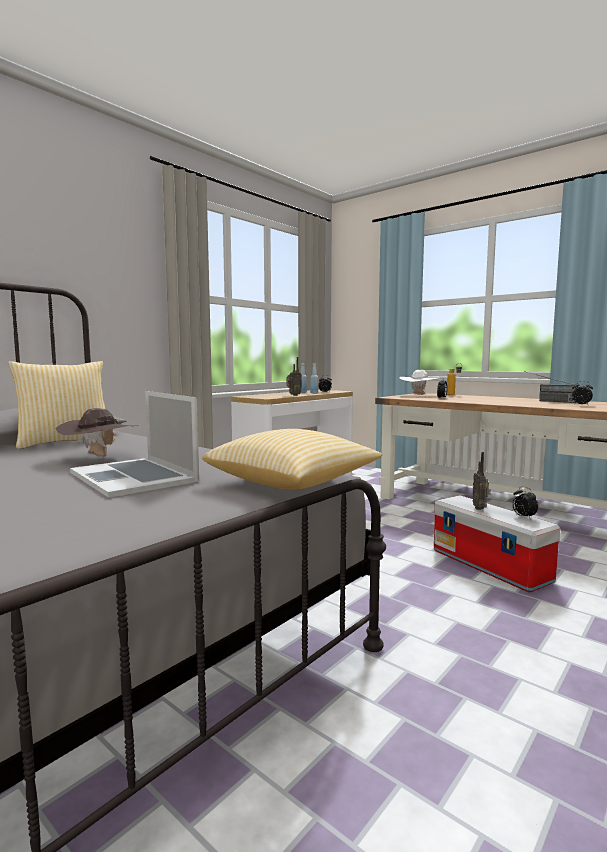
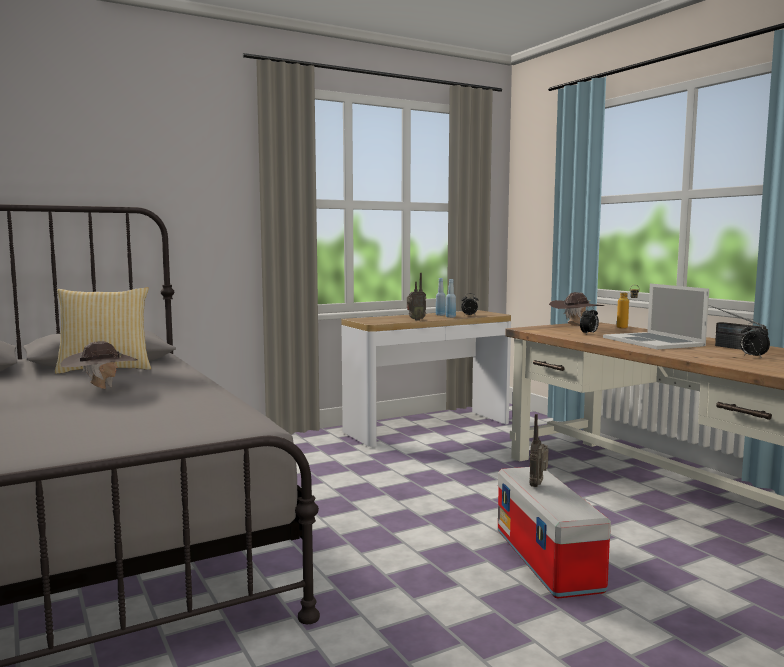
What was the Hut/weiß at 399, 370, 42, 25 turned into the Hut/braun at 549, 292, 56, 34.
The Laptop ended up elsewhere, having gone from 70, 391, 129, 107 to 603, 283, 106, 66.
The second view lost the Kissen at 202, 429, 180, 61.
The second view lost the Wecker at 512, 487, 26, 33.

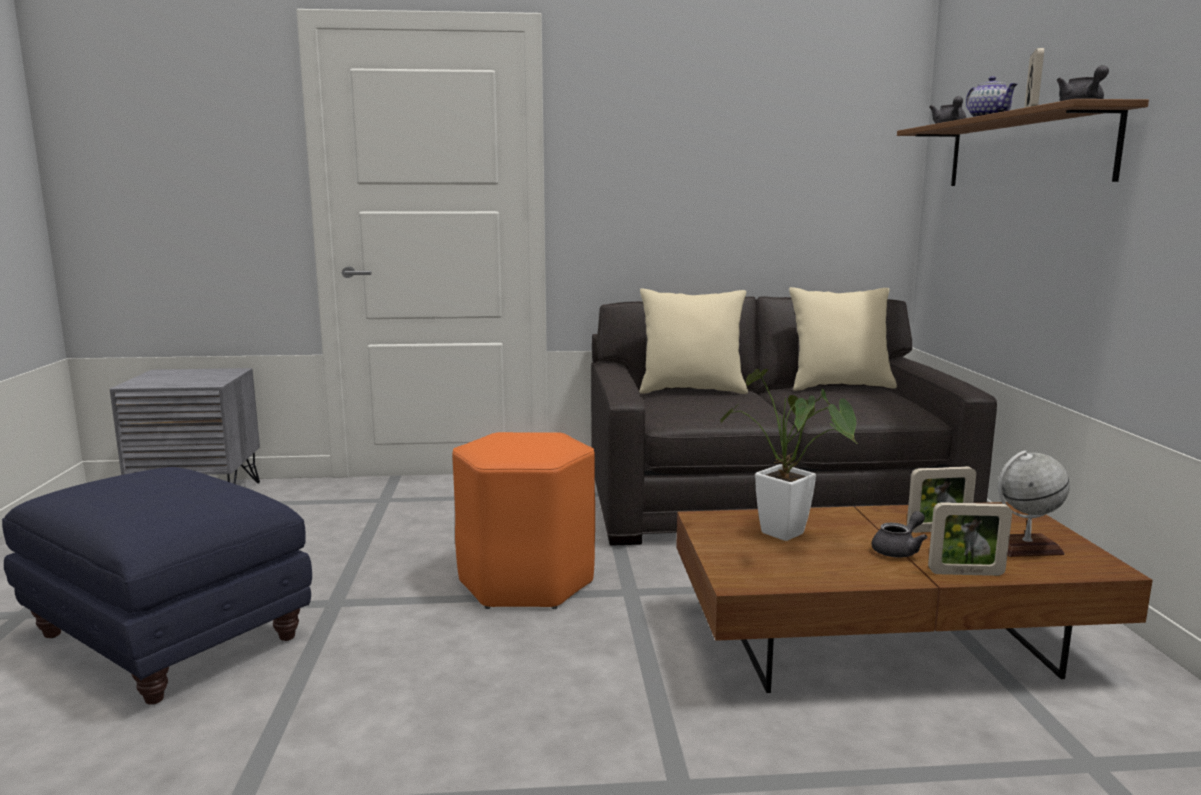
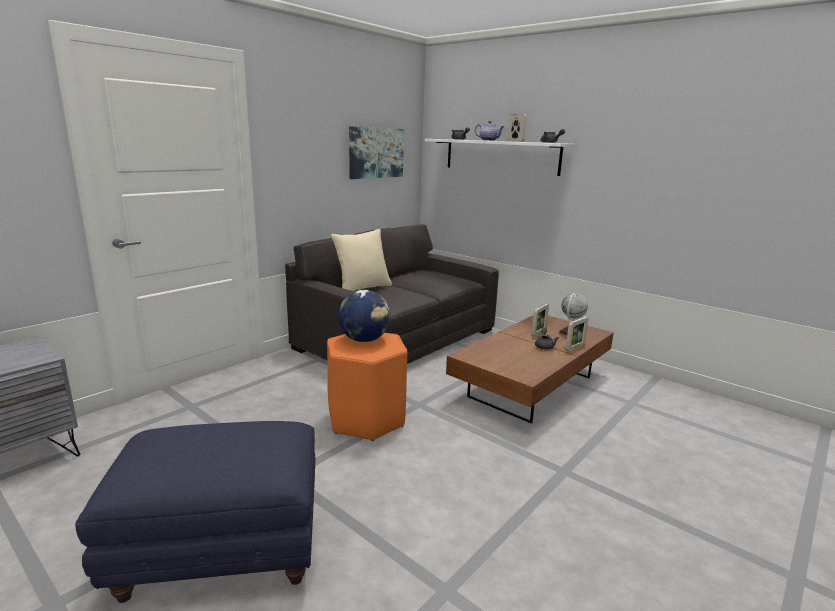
What was the Wandregal/braun at 897, 99, 252, 87 turned into the Wandregal/weiß at 425, 139, 150, 37.
The second view lost the Kissen/beige at 789, 287, 108, 104.
The second view lost the Topfpflanze at 720, 369, 139, 172.
The second view gained the Bild at 349, 127, 55, 52.
The second view gained the Globus at 338, 290, 52, 52.

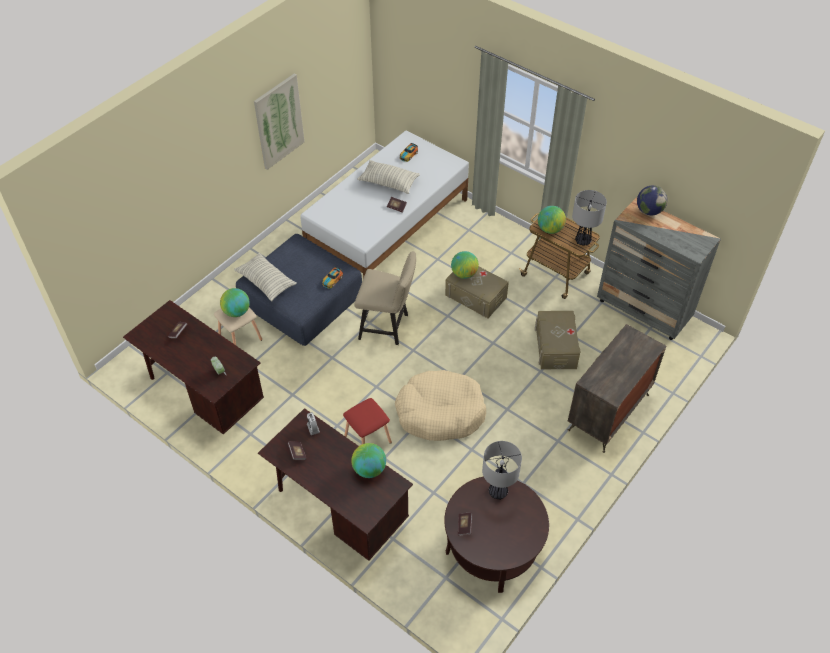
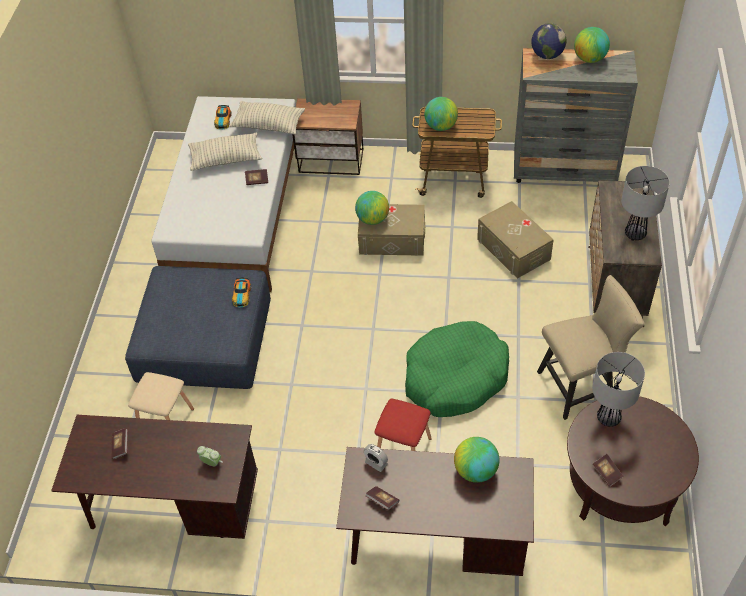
The second view lost the Bild at 254, 74, 51, 96.
The Tischlampe ended up elsewhere, having gone from 572, 190, 35, 55 to 621, 166, 49, 75.
The Stuhl/beige ended up elsewhere, having gone from 354, 251, 62, 94 to 537, 275, 107, 145.
The Kissen ended up elsewhere, having gone from 234, 253, 63, 48 to 229, 101, 76, 34.
The Globus ended up elsewhere, having gone from 220, 288, 30, 29 to 574, 27, 36, 36.
What was the Hundebett/beige at 395, 370, 91, 71 turned into the Hundebett/grün at 405, 321, 104, 96.
The second view gained the Nachttisch at 292, 98, 71, 77.

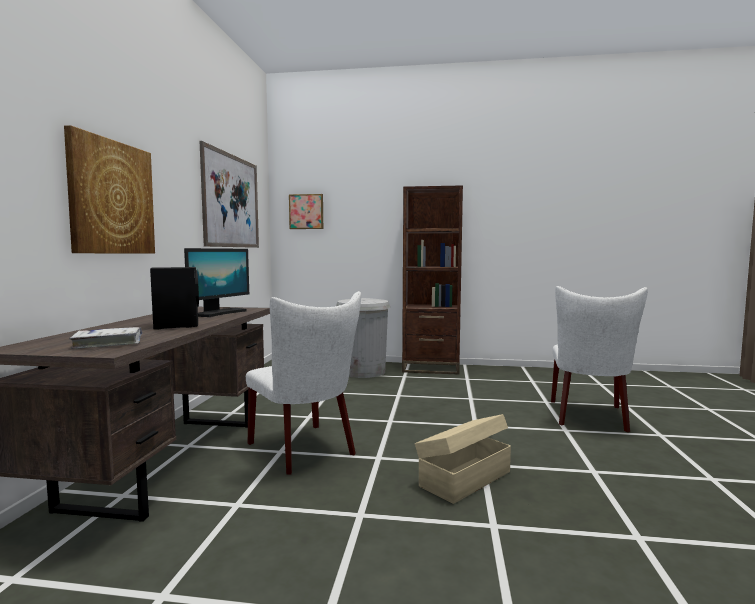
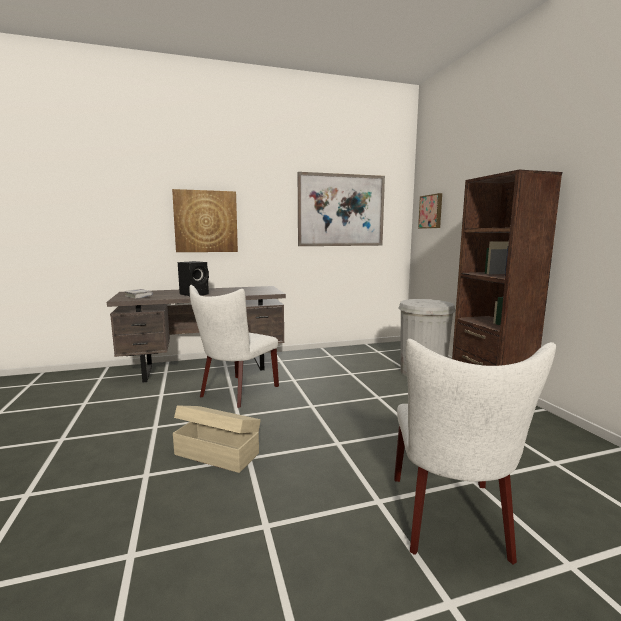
The second view lost the Monitor at 184, 248, 65, 69.
The Stuhl/weiß at 551, 286, 97, 146 ended up facing another way, 75 degrees counterclockwise from before.

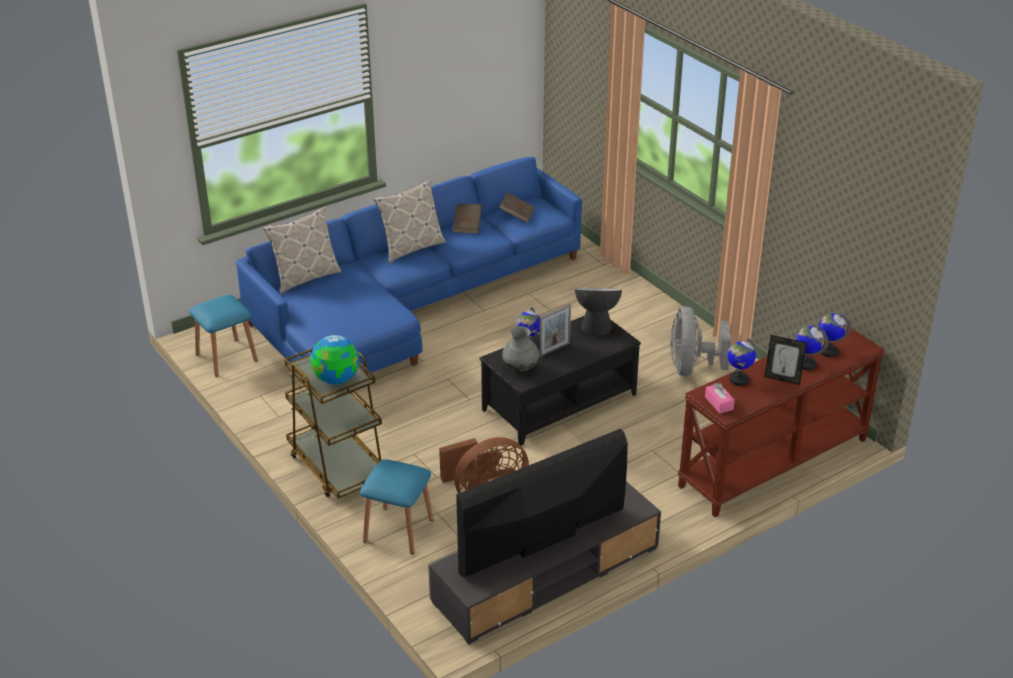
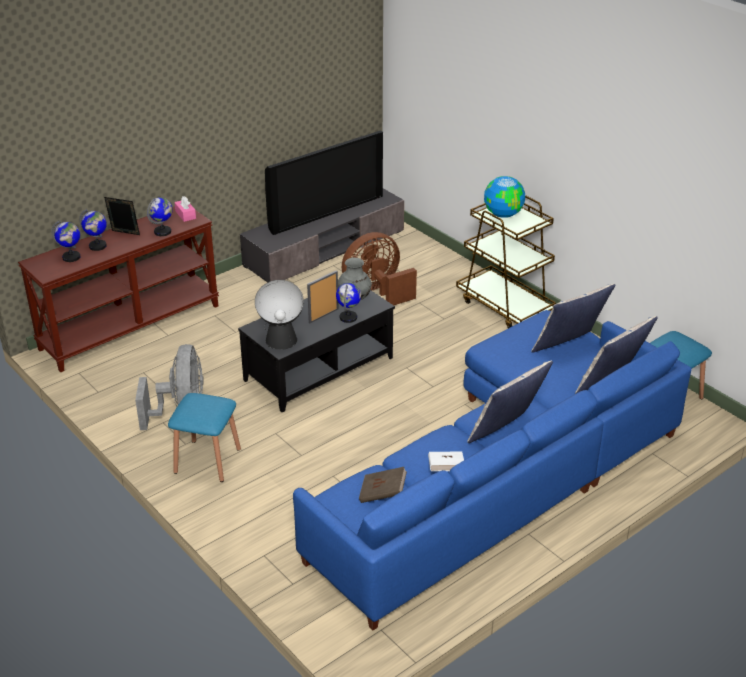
What was the Buch/braun at 453, 203, 29, 31 turned into the Buch/weiß at 428, 452, 36, 19.
The Hocker/blau ended up elsewhere, having gone from 360, 459, 74, 95 to 168, 393, 73, 89.
The second view gained the Kissen at 531, 284, 84, 69.

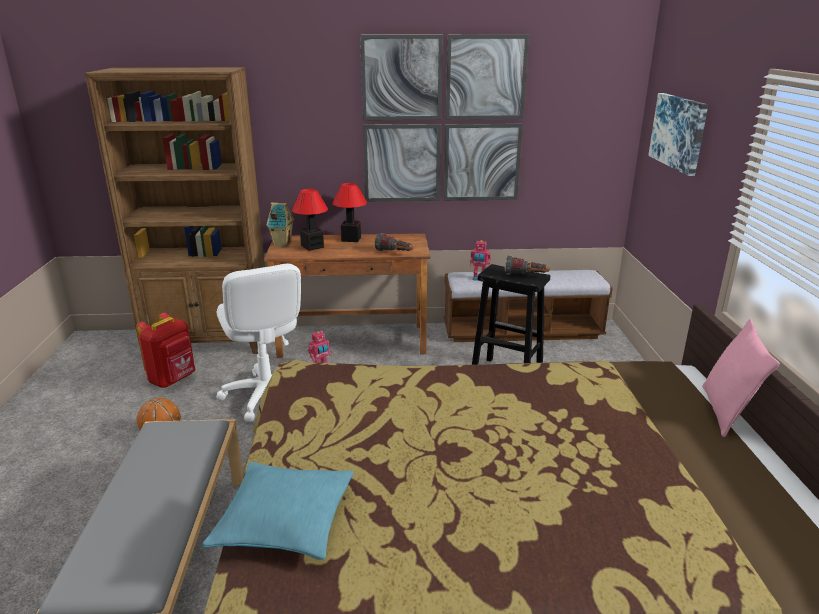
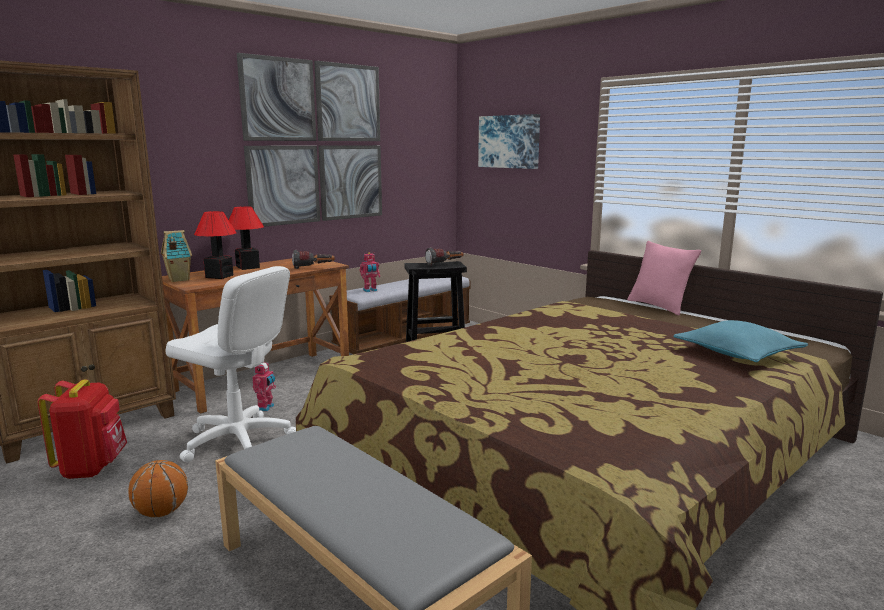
The Kissen/türkis ended up elsewhere, having gone from 202, 462, 152, 98 to 673, 320, 135, 42.

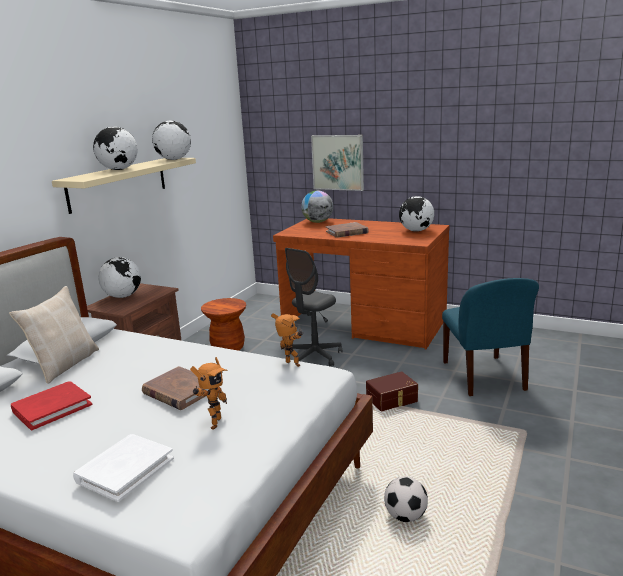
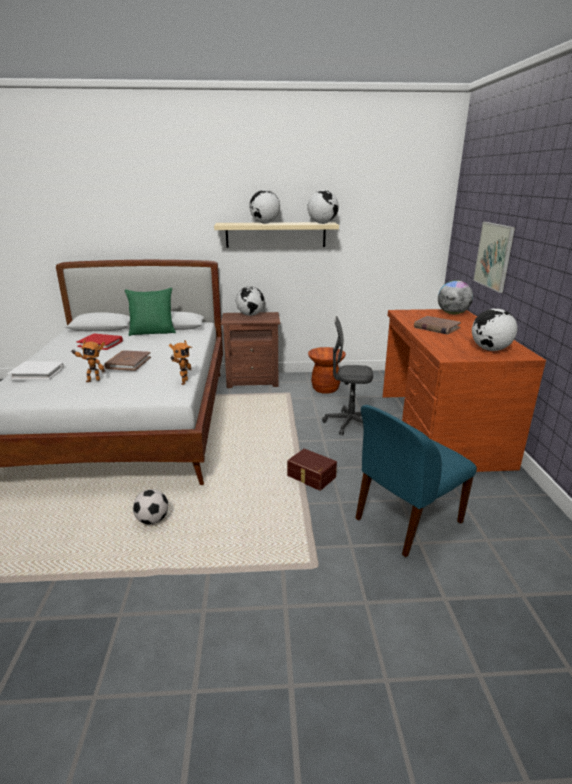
What was the Kissen/beige at 9, 286, 90, 98 turned into the Kissen/grün at 125, 288, 51, 48.

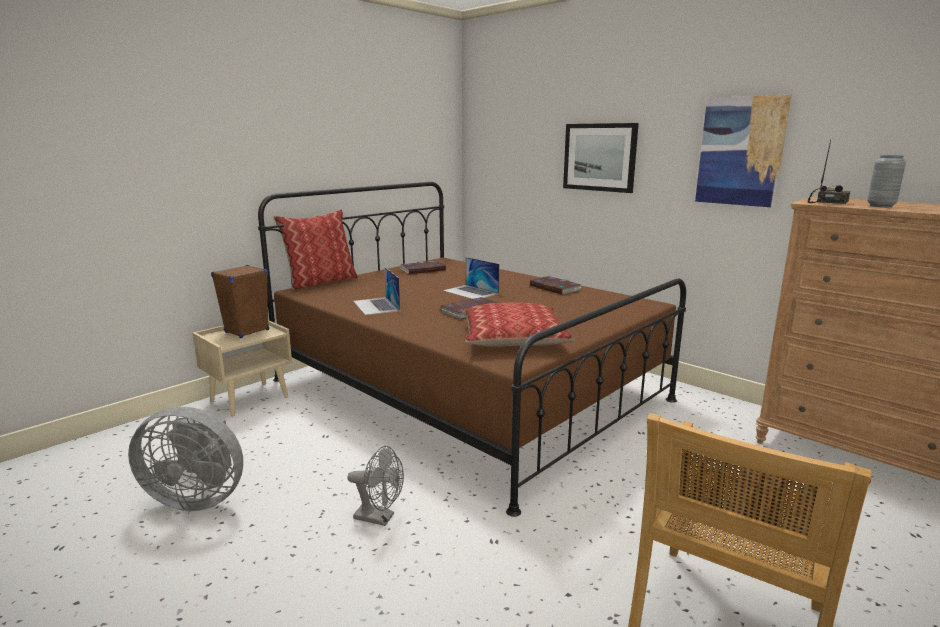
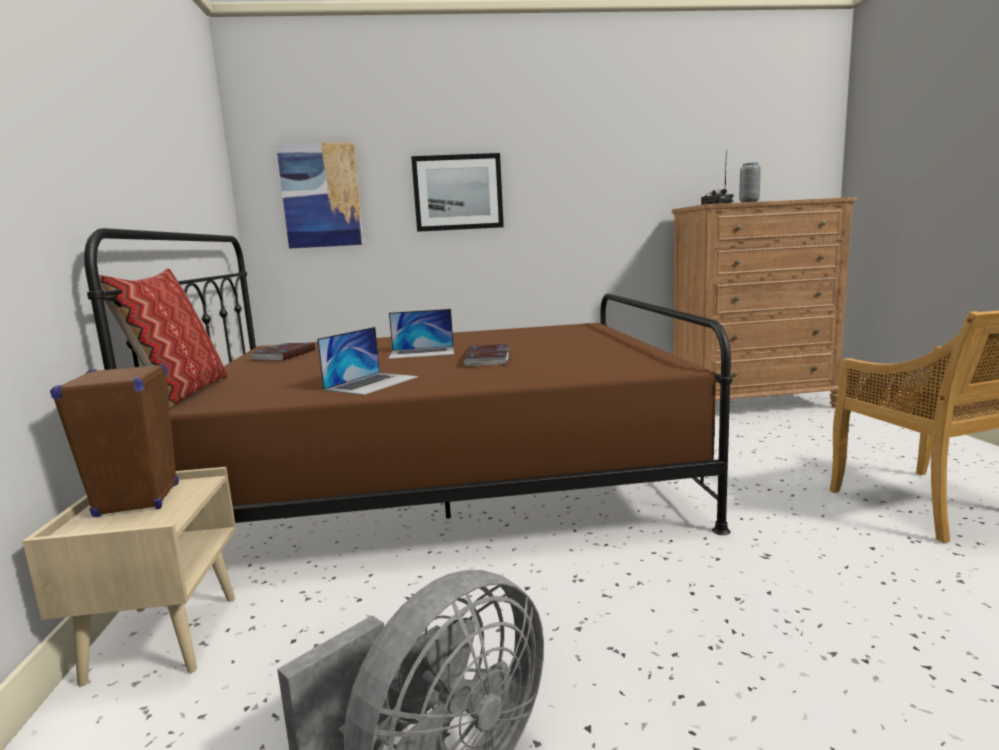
The Bild ended up elsewhere, having gone from 695, 94, 97, 114 to 276, 142, 88, 106.
The Laptop at 353, 268, 48, 47 ended up facing another way, 75 degrees counterclockwise from before.
The second view lost the Buch at 530, 276, 51, 19.
The second view lost the Kissen at 462, 302, 113, 44.
The second view lost the Ventilator/grau at 347, 446, 57, 80.

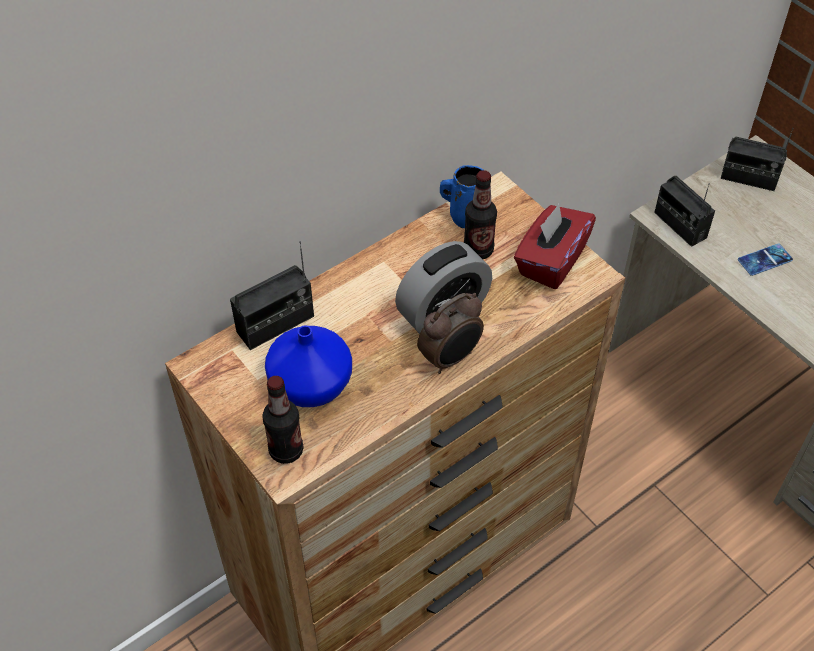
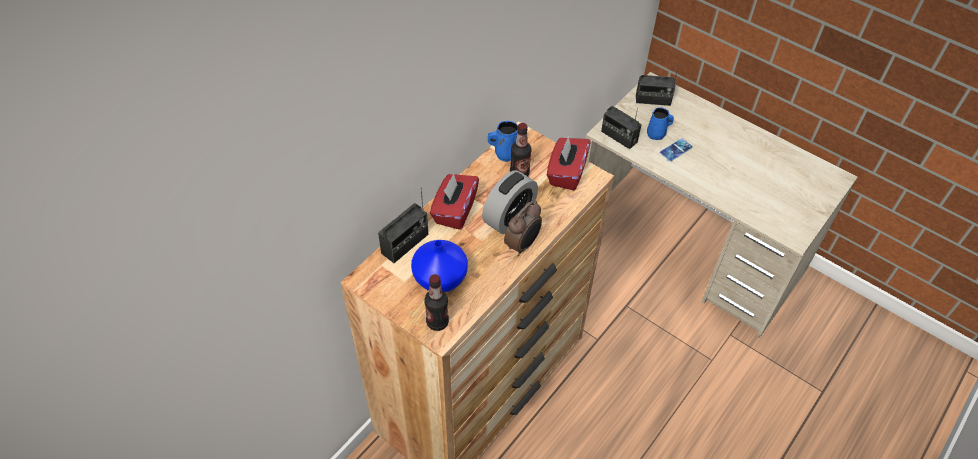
The second view gained the Henkelbecher/blau at 647, 107, 27, 33.
The second view gained the Taschentuchbox/rot at 430, 173, 49, 57.

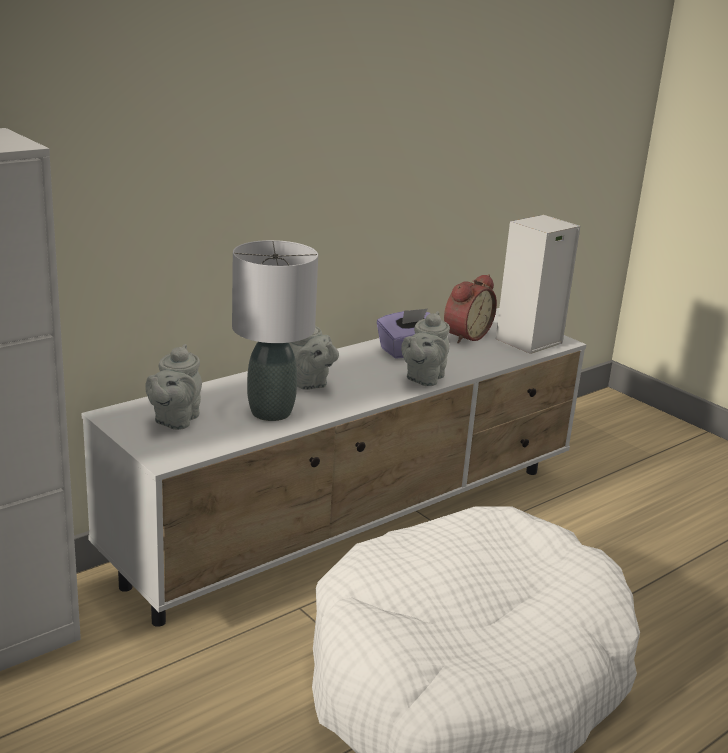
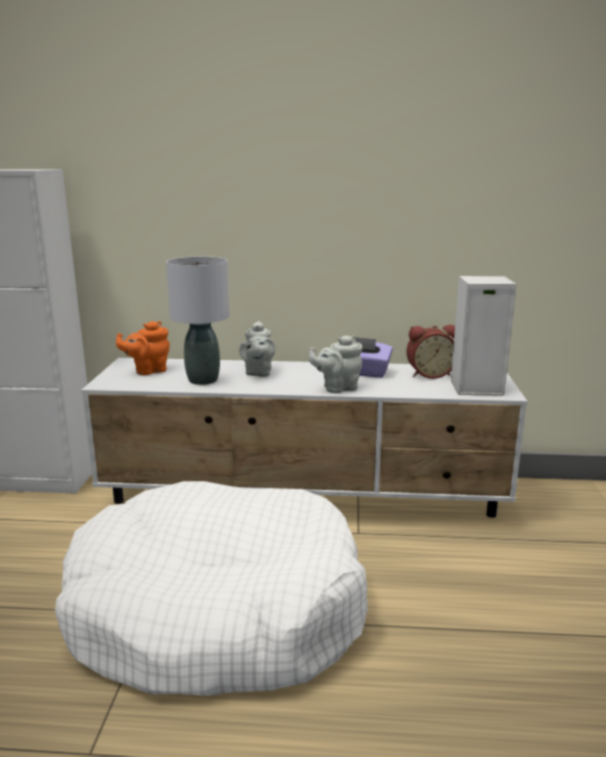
What was the Teekanne/grau at 145, 344, 57, 86 turned into the Teekanne/orange at 116, 321, 54, 54.

